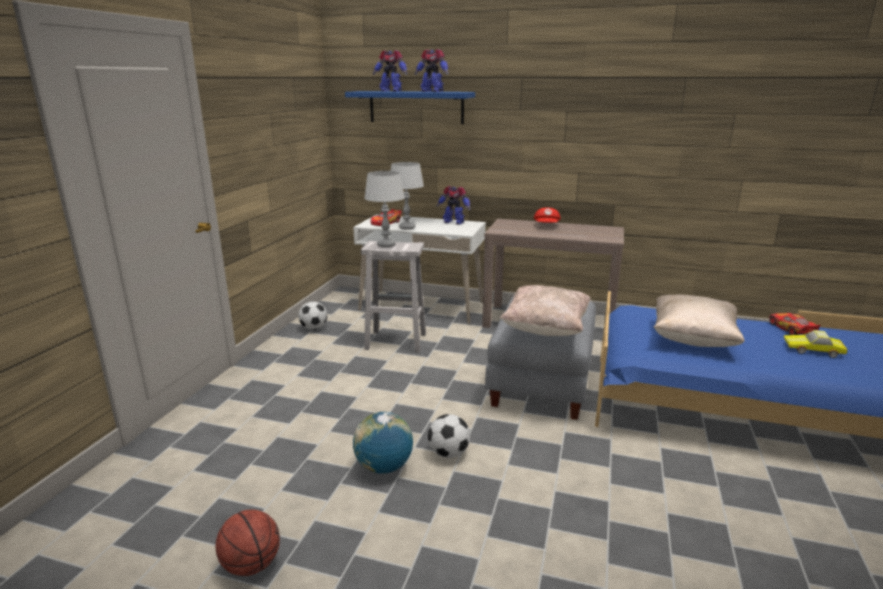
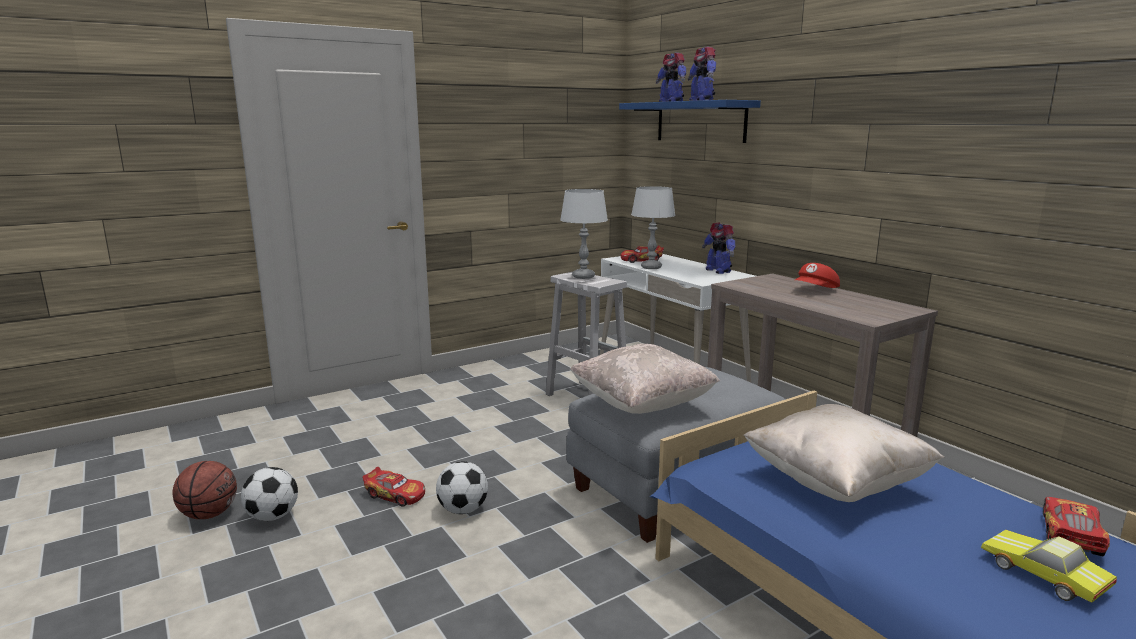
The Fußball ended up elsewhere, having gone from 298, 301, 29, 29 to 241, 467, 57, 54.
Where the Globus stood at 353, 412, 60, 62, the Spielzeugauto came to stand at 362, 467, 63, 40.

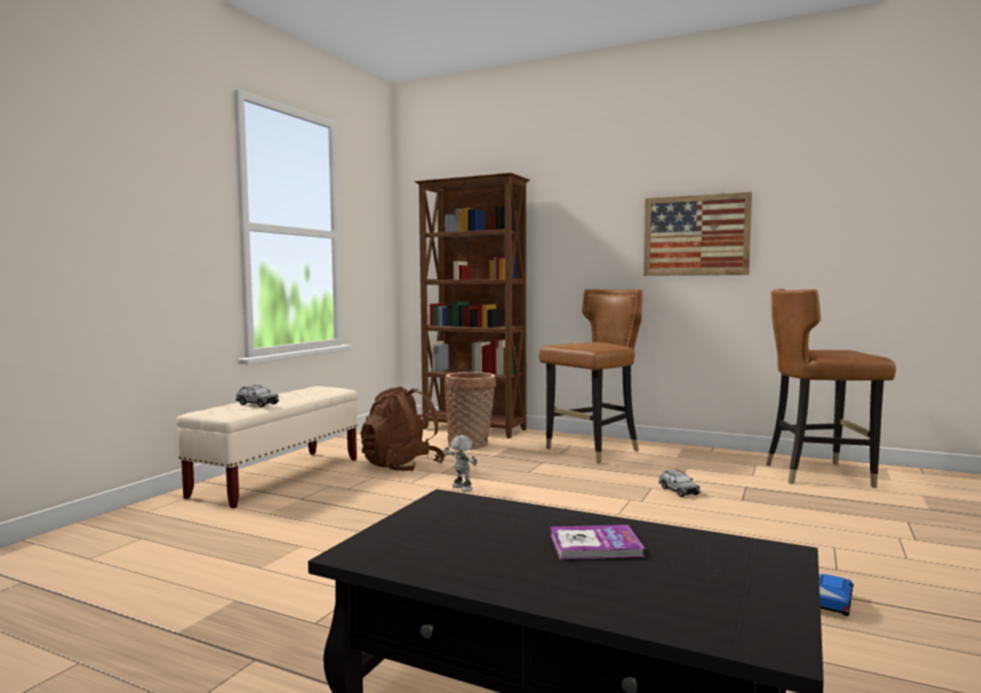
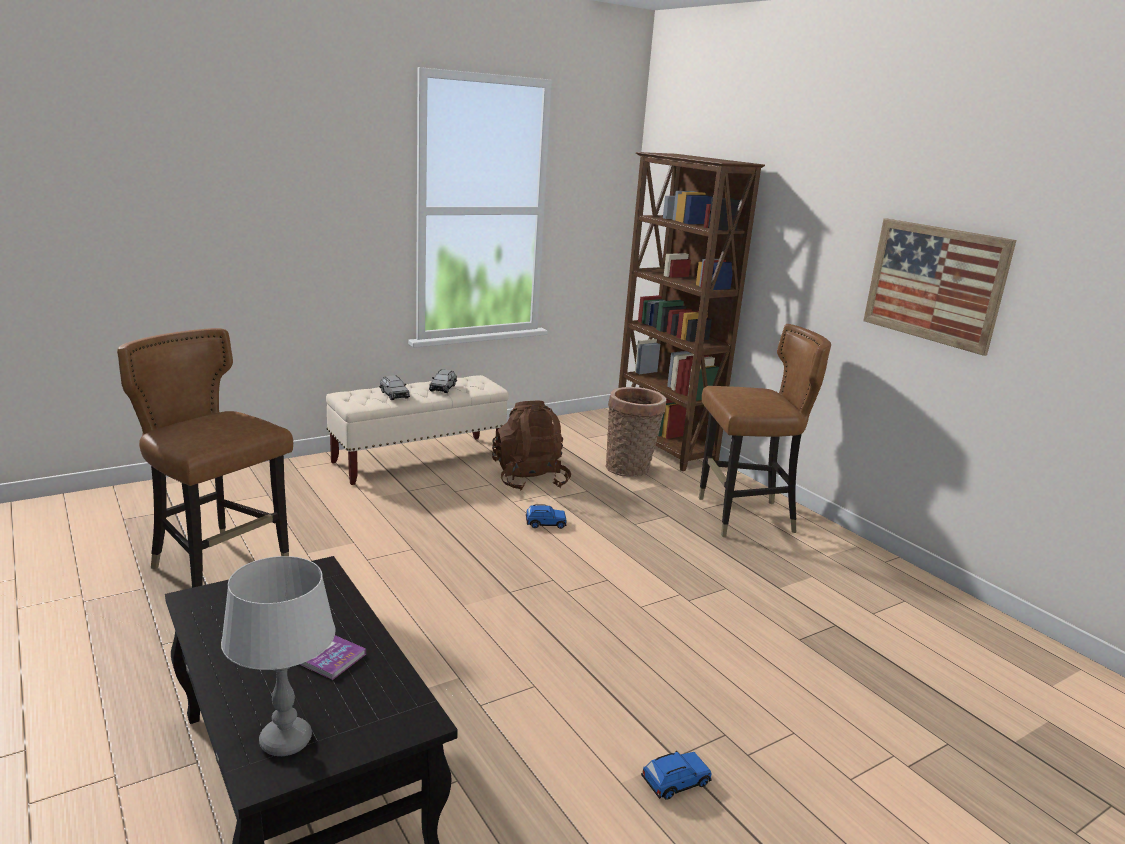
The Stuhl/braun ended up elsewhere, having gone from 766, 289, 130, 199 to 117, 328, 176, 260.
Where the Spielzeugroboter stood at 445, 435, 32, 57, the Spielzeugauto/blau came to stand at 526, 504, 41, 25.
The Spielzeugauto/grau ended up elsewhere, having gone from 659, 470, 41, 27 to 429, 369, 28, 24.
The second view gained the Tischlampe/grau at 221, 556, 114, 200.

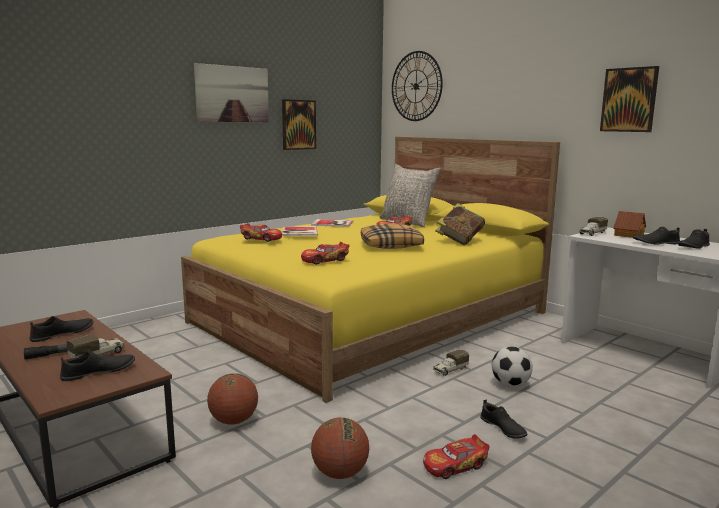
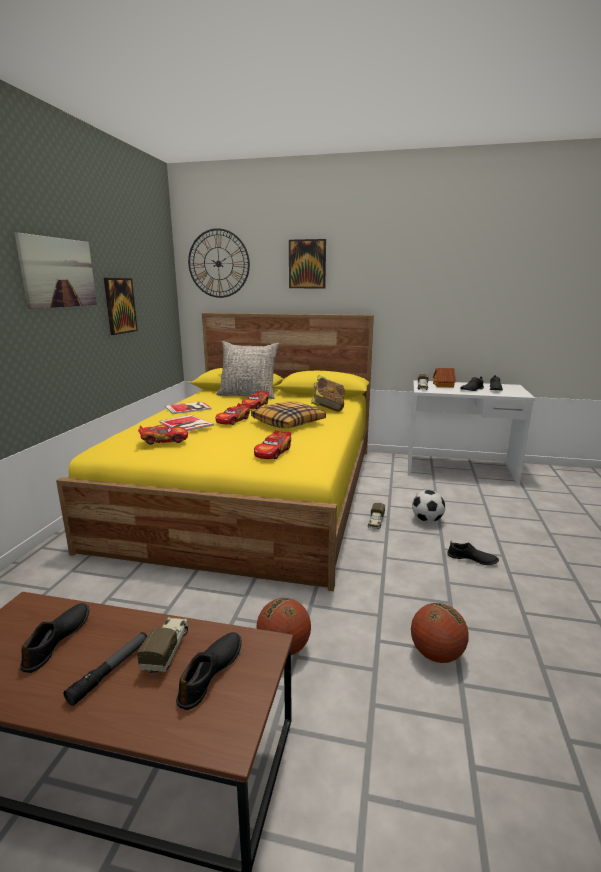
The Bild ended up elsewhere, having gone from 600, 66, 59, 66 to 289, 239, 37, 49.
The Spielzeugauto ended up elsewhere, having gone from 423, 434, 67, 45 to 216, 403, 34, 22.

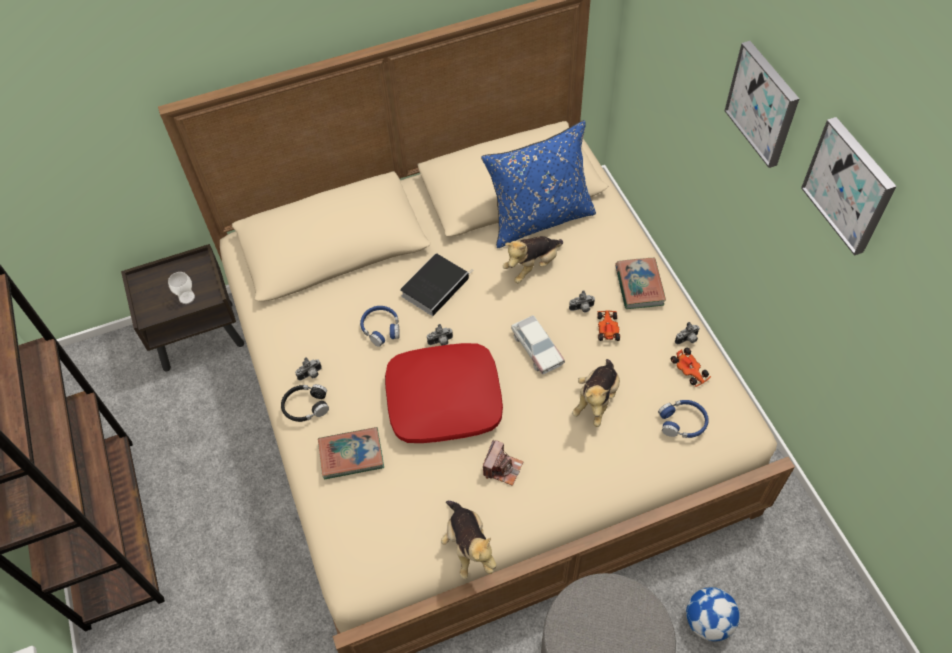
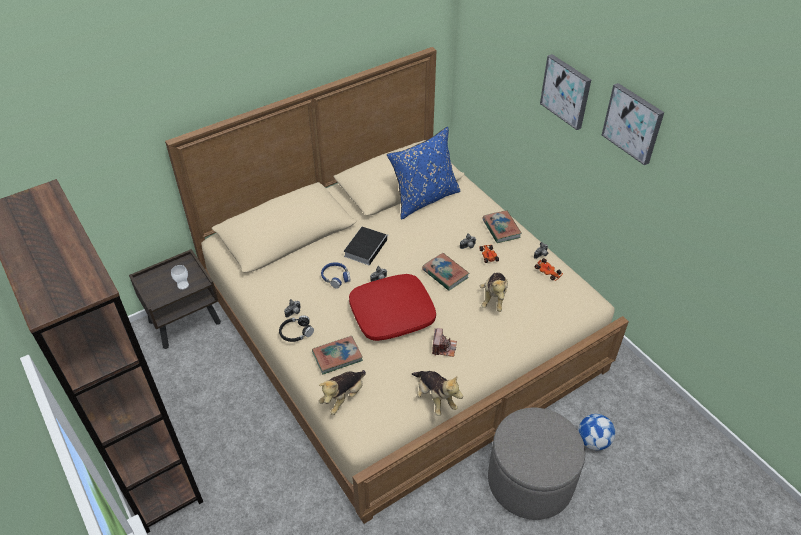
The Plüschtier ended up elsewhere, having gone from 503, 236, 60, 47 to 319, 370, 47, 45.
Where the Spielzeugauto stood at 511, 315, 54, 59, the Buch came to stand at 422, 253, 47, 37.
The second view lost the Kopfhörer/blau at 658, 400, 51, 38.

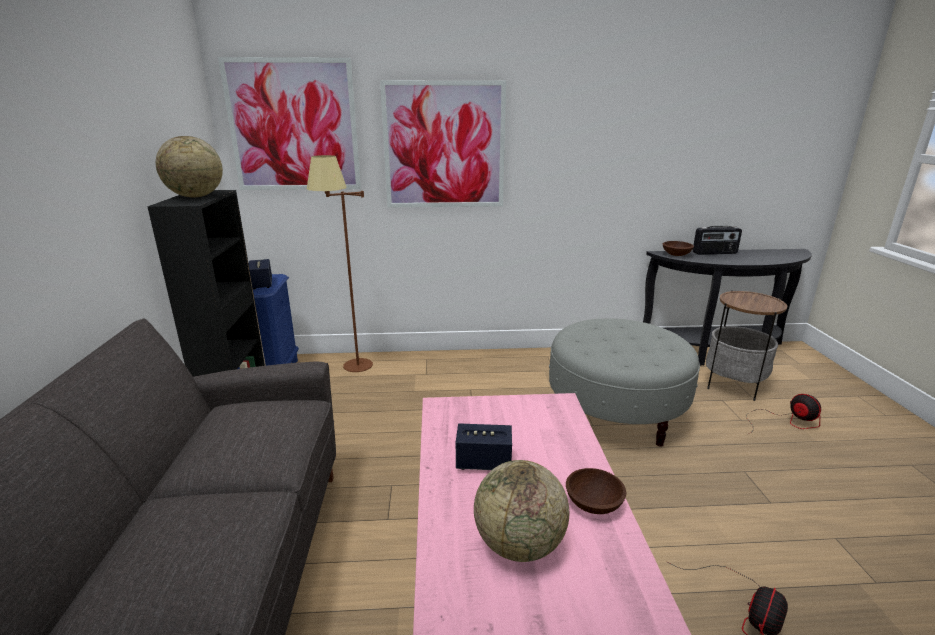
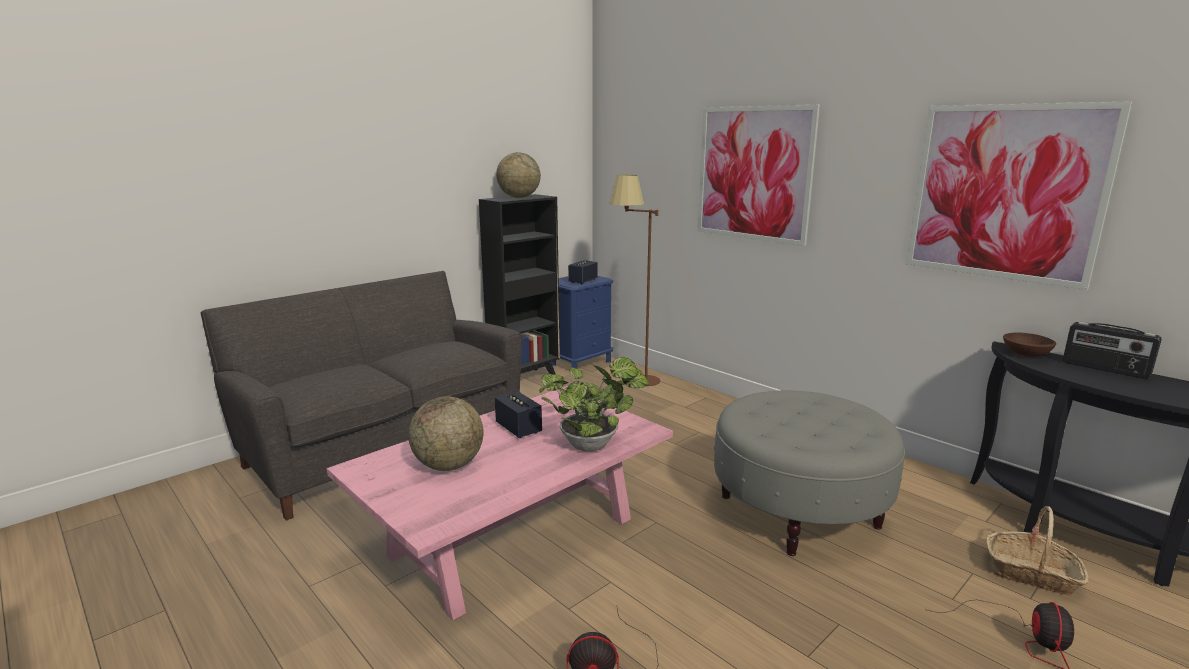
The Bild ended up elsewhere, having gone from 218, 57, 143, 133 to 906, 101, 226, 189.
Where the Beistelltisch stood at 706, 291, 81, 110, the Korb came to stand at 986, 506, 103, 89.
The second view lost the Schüssel/braun at 566, 468, 60, 46.
The second view gained the Topfpflanze at 539, 357, 110, 94.

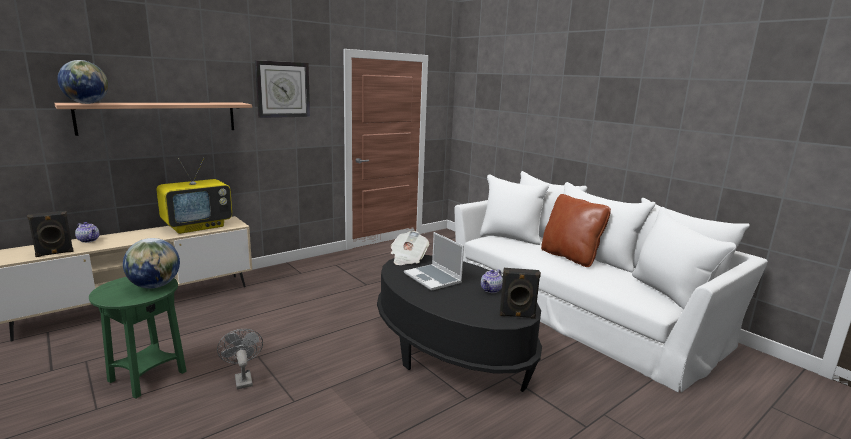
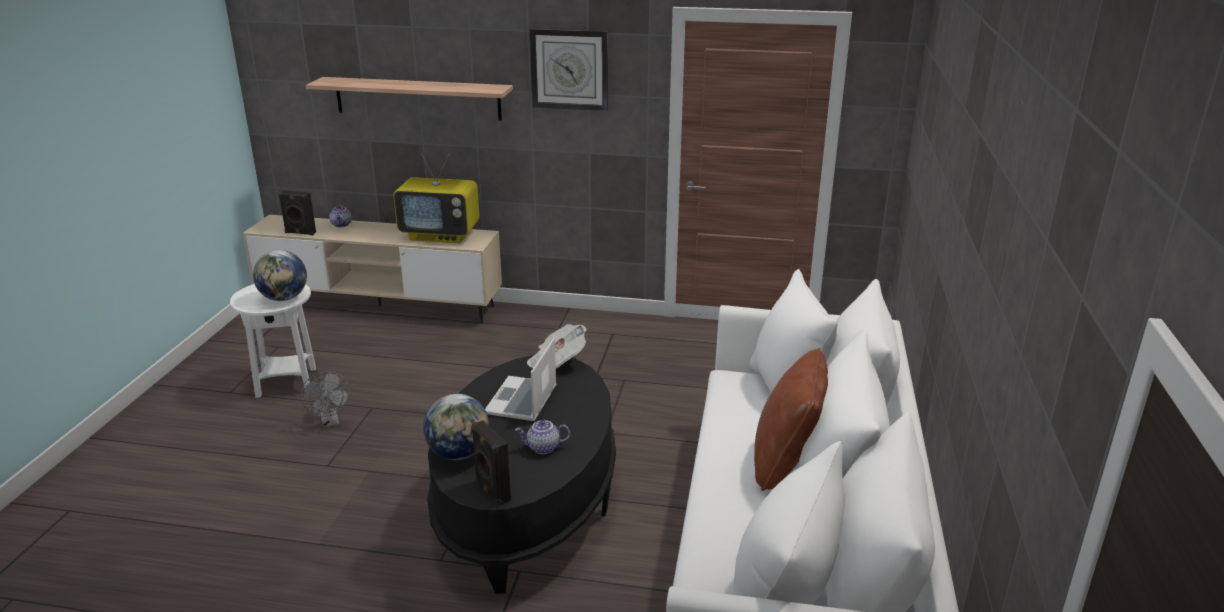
The Globus ended up elsewhere, having gone from 57, 60, 51, 44 to 423, 394, 67, 66.
What was the Beistelltisch/grün at 89, 277, 98, 122 turned into the Beistelltisch/weiß at 230, 284, 86, 114.
The Ventilator/grau at 217, 329, 46, 60 ended up facing another way, 135 degrees clockwise from before.

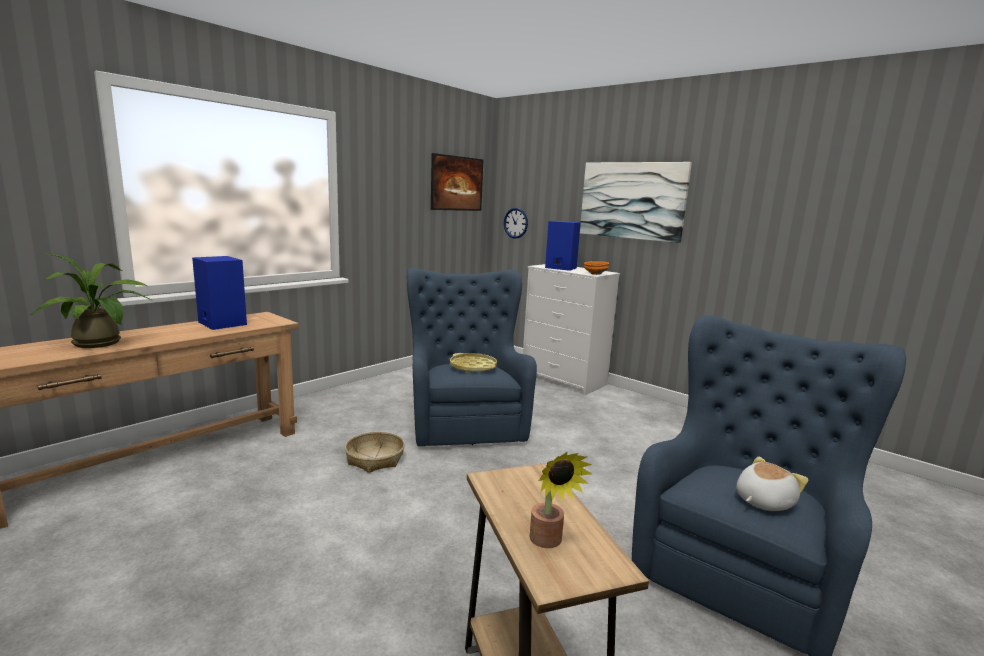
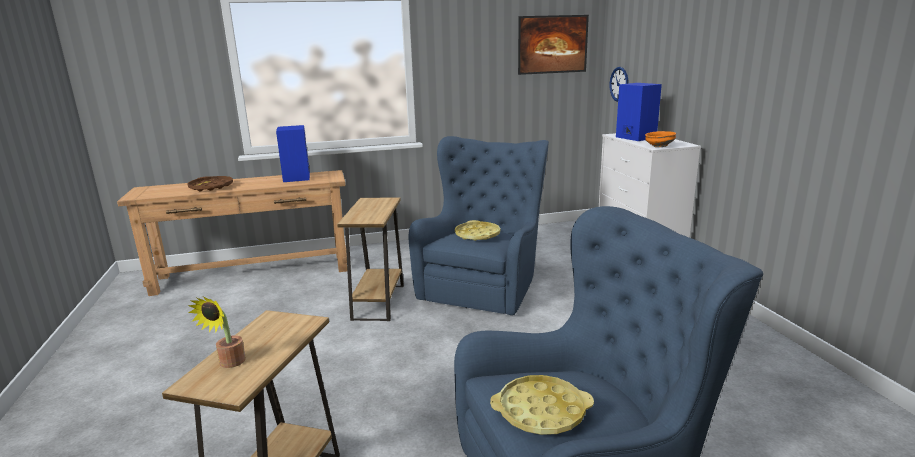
The second view lost the Bild at 580, 162, 112, 81.
Where the Topfpflanze stood at 31, 253, 122, 95, the Tablett/braun came to stand at 188, 176, 45, 15.
Where the Korb stood at 345, 432, 60, 41, the Beistelltisch/braun came to stand at 337, 198, 67, 123.
Where the Plüschtier stood at 736, 457, 73, 54, the Tablett/gelb came to stand at 490, 375, 104, 60.

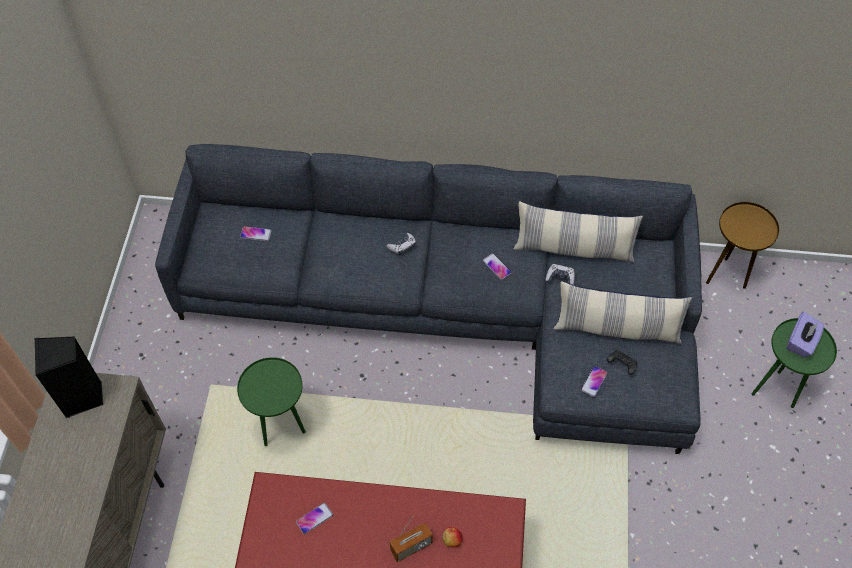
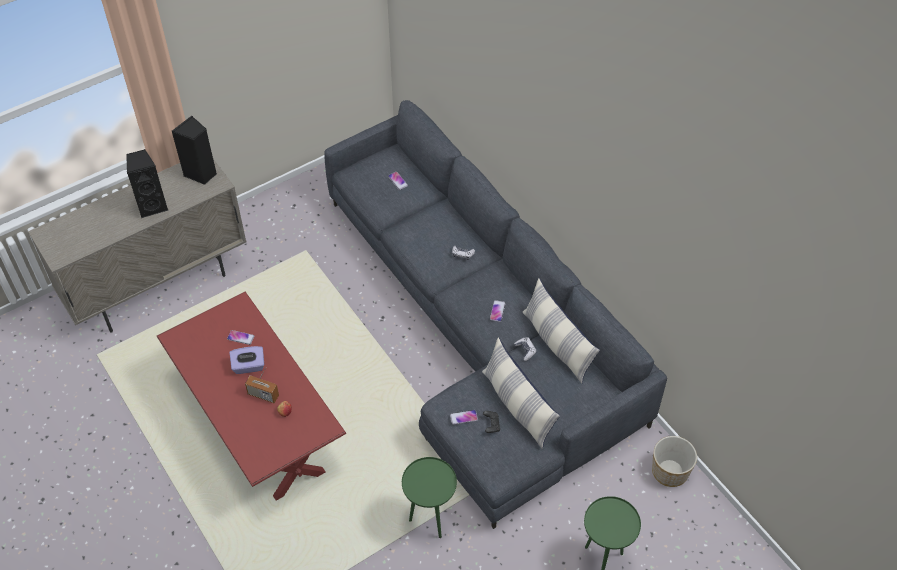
Where the Beistelltisch/braun stood at 706, 202, 73, 87, the Pflanzkübel came to stand at 652, 436, 45, 51.
The Taschentuchbox/lila ended up elsewhere, having gone from 786, 312, 38, 46 to 229, 346, 35, 28.
The Beistelltisch/grün ended up elsewhere, having gone from 237, 357, 69, 89 to 402, 457, 55, 81.
The second view gained the Lautsprecher/schwarz at 126, 149, 42, 69.

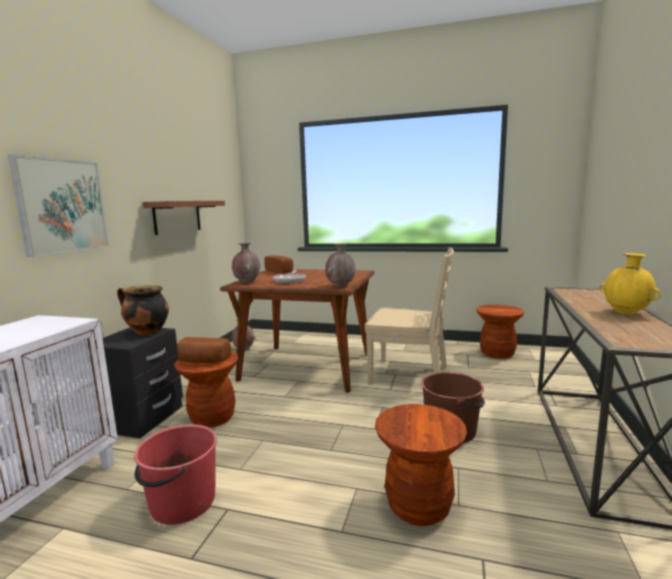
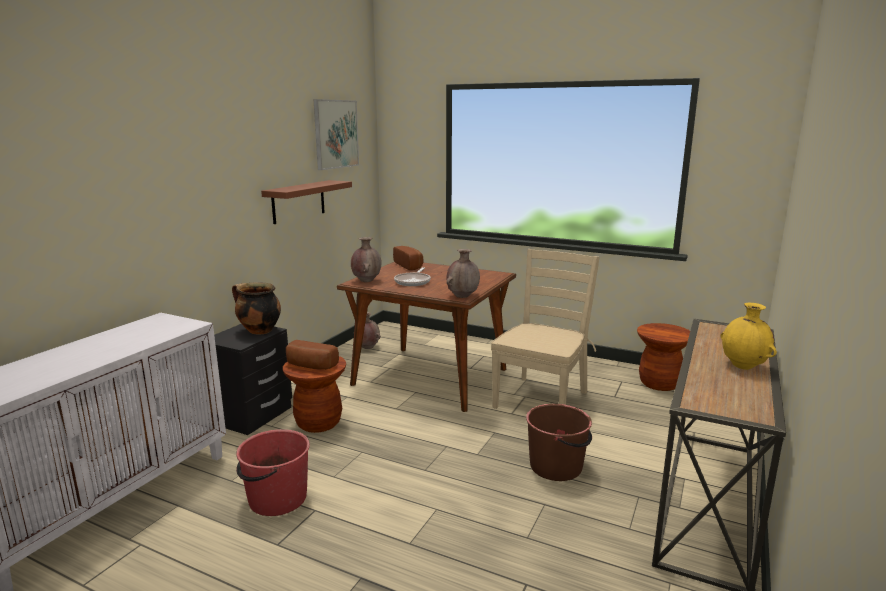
The Bild ended up elsewhere, having gone from 8, 155, 101, 102 to 314, 99, 45, 71.
The Stuhl/beige at 365, 247, 89, 138 ended up facing another way, 90 degrees counterclockwise from before.
The second view lost the Hocker/braun at 375, 404, 92, 122.

